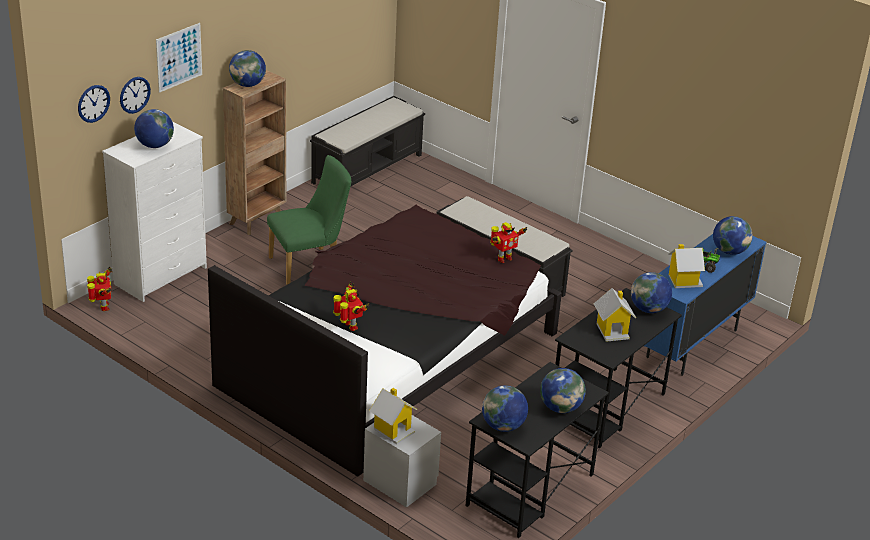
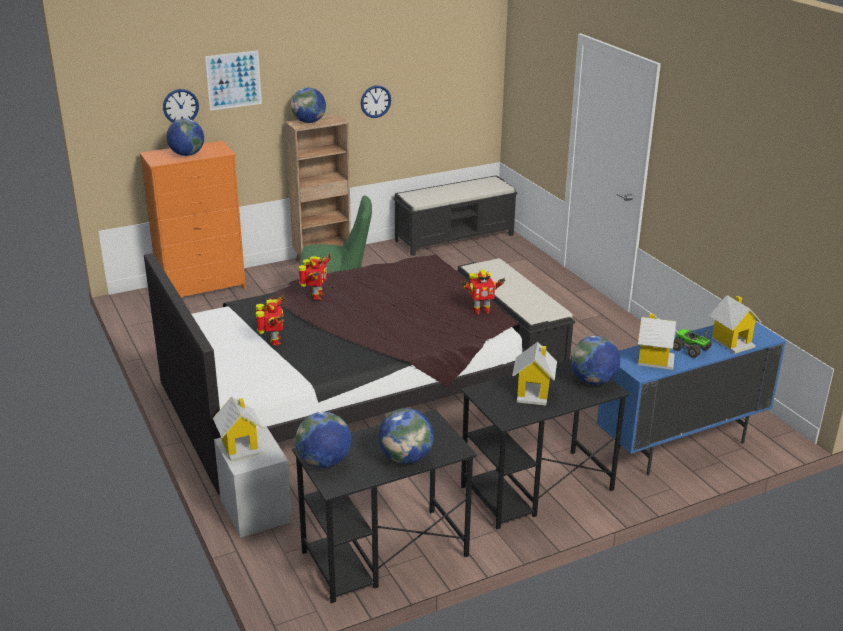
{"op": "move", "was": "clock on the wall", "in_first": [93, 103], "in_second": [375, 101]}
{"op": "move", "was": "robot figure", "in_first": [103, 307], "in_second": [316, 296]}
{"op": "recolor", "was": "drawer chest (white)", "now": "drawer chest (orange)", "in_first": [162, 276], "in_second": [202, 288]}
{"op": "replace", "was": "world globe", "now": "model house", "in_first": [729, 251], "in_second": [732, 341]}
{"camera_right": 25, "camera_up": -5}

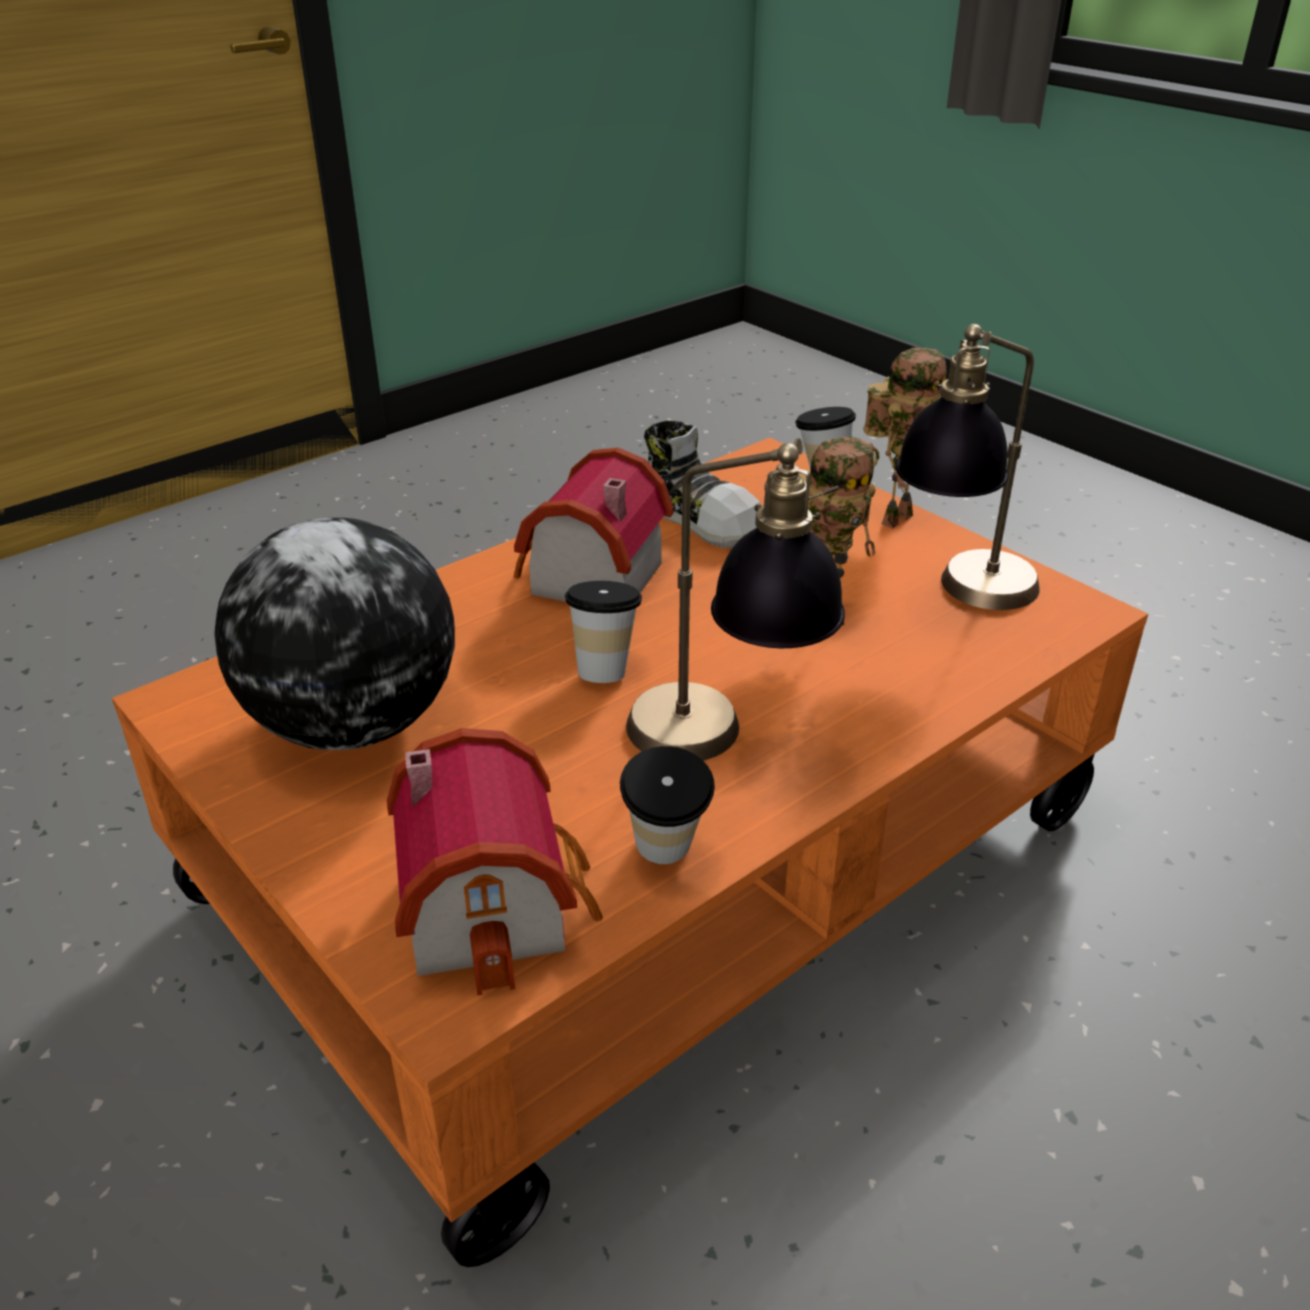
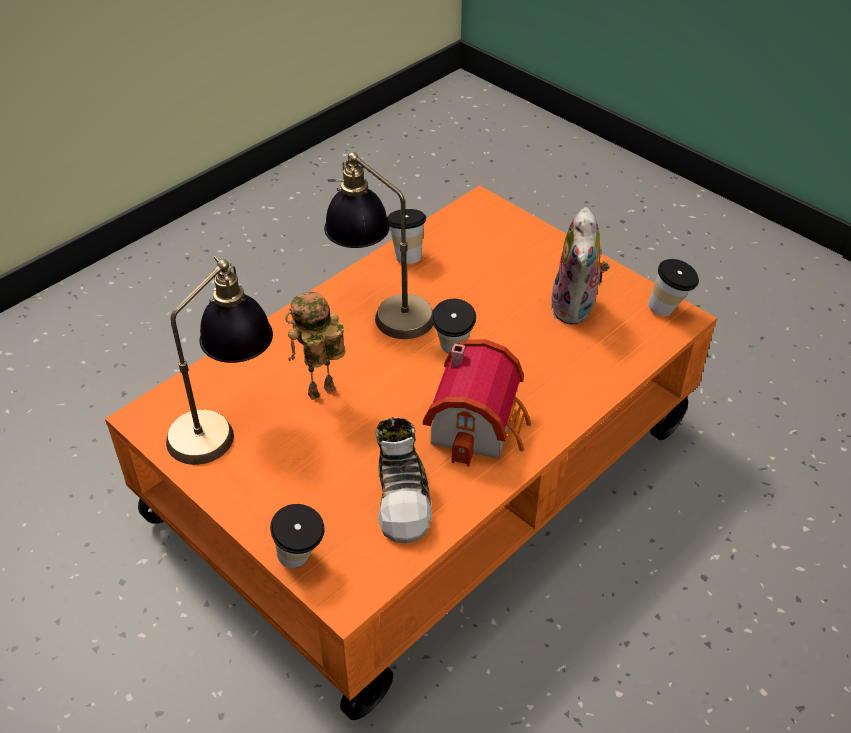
{"op": "replace", "was": "world globe", "now": "plush toy", "in_first": [354, 725], "in_second": [576, 308]}
{"op": "delete", "was": "model house", "in_first": [496, 903]}
{"op": "rotate", "was": "shoe", "in_first": [702, 518], "in_second": [404, 498], "clockwise": -135}
{"op": "delete", "was": "robot figure", "in_first": [894, 517]}
{"op": "insert", "now": "drinking cup", "in_second": [669, 310]}
{"camera_right": 175, "camera_up": 10}

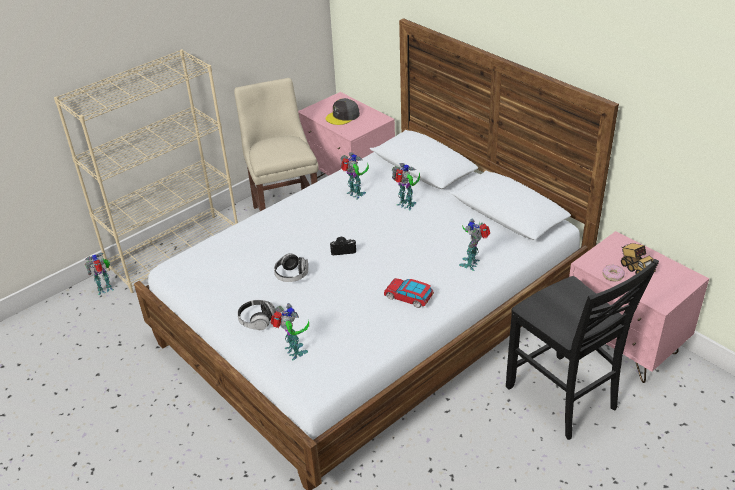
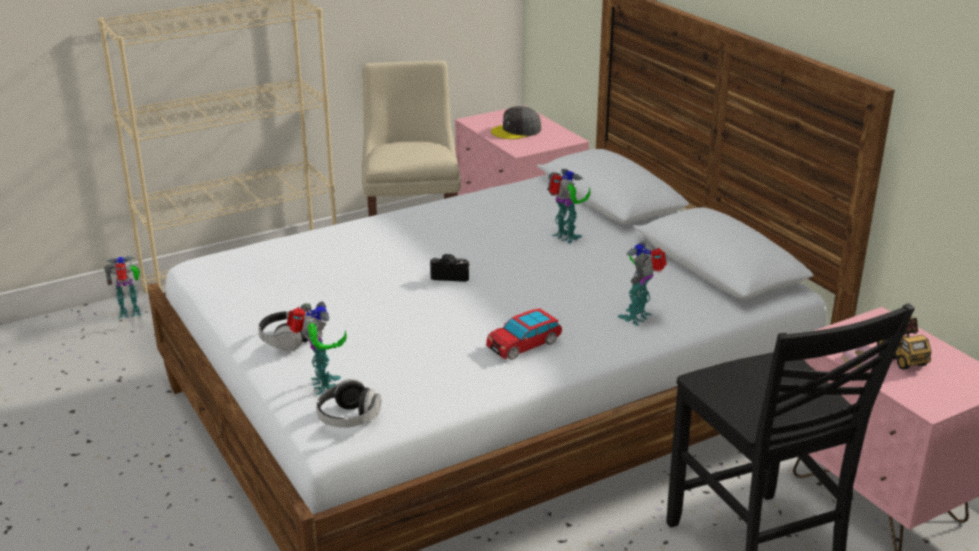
{"op": "move", "was": "headset", "in_first": [292, 275], "in_second": [348, 418]}
{"op": "delete", "was": "robot figure", "in_first": [355, 195]}
{"op": "rotate", "was": "miniature car", "in_first": [408, 297], "in_second": [524, 345], "clockwise": -75}
{"camera_right": 10, "camera_up": -10}

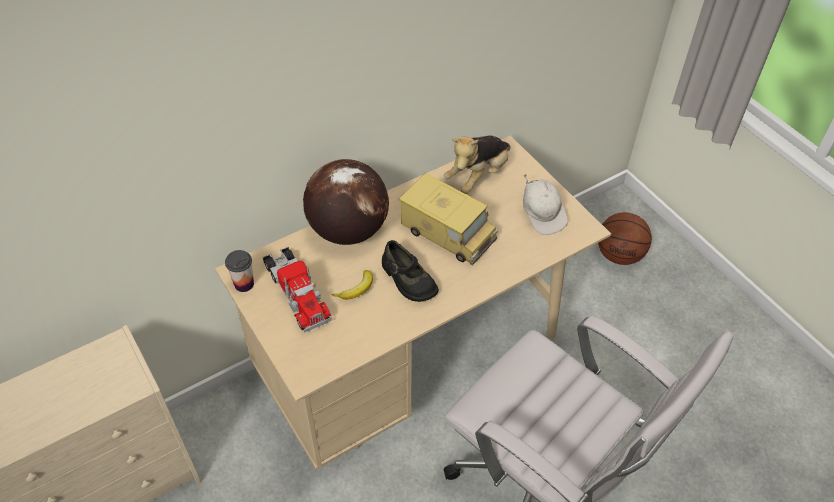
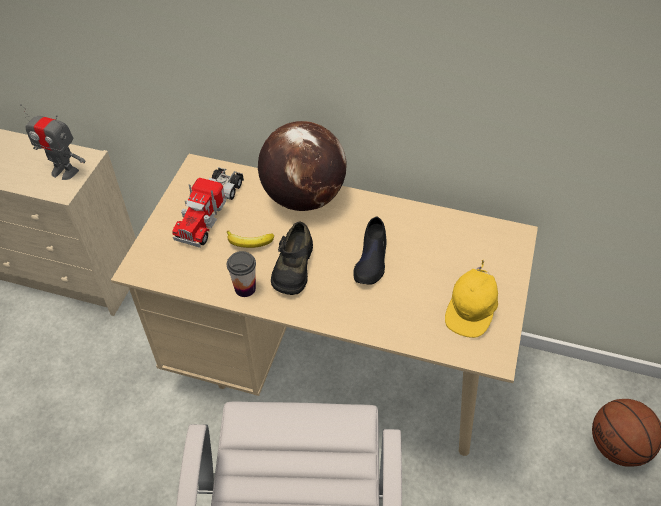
{"op": "move", "was": "drinking cup", "in_first": [244, 284], "in_second": [245, 288]}
{"op": "replace", "was": "toy lorry", "now": "shoe (black)", "in_first": [448, 233], "in_second": [371, 259]}
{"op": "delete", "was": "plush toy", "in_first": [478, 176]}
{"op": "recolor", "was": "peaked cap (white)", "now": "peaked cap (yellow-coloured)", "in_first": [542, 214], "in_second": [471, 311]}
{"op": "insert", "now": "robot figure", "in_second": [64, 171]}
{"camera_right": 50, "camera_up": 0}

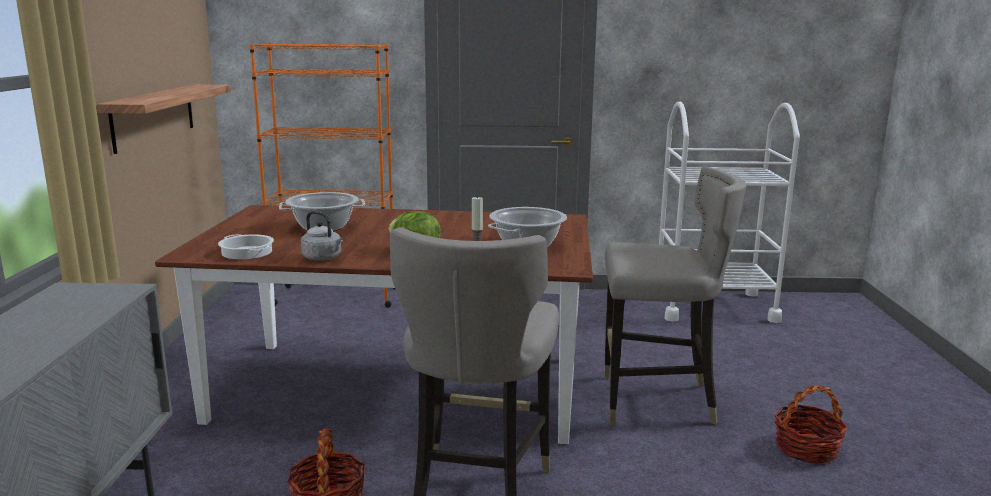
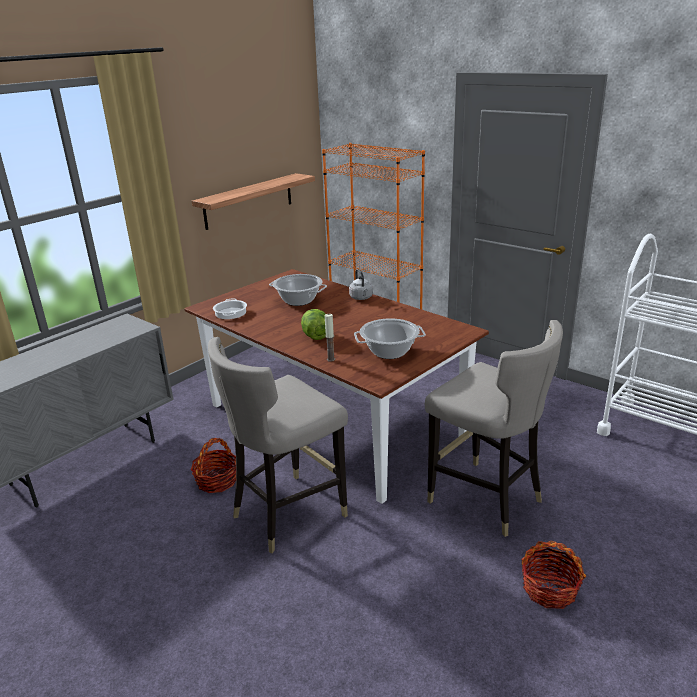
{"op": "move", "was": "water kettle (grey)", "in_first": [323, 258], "in_second": [361, 298]}
{"camera_right": 40, "camera_up": 10}

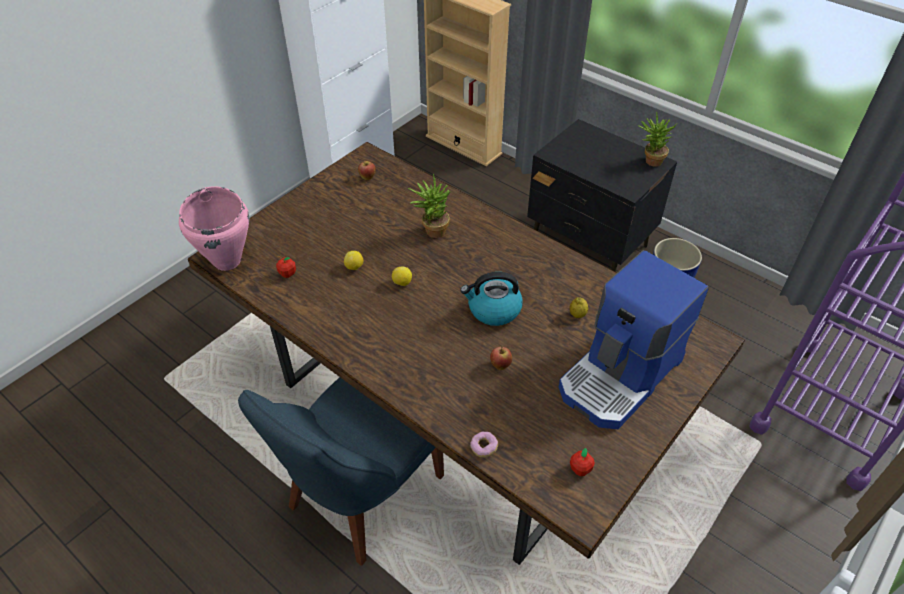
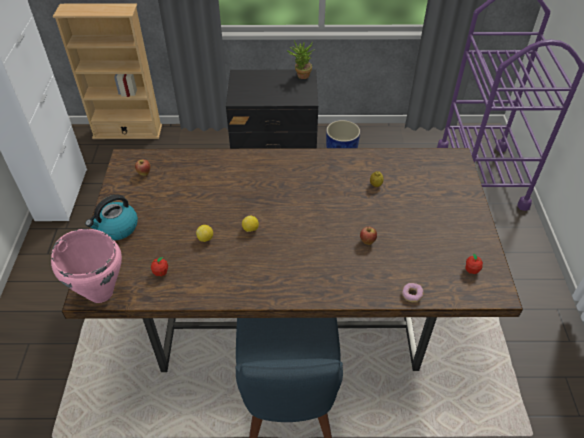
{"op": "delete", "was": "houseplant", "in_first": [431, 230]}
{"op": "move", "was": "water kettle", "in_first": [493, 310], "in_second": [116, 228]}
{"op": "delete", "was": "coffee brewer", "in_first": [621, 376]}
{"camera_right": -40, "camera_up": 0}

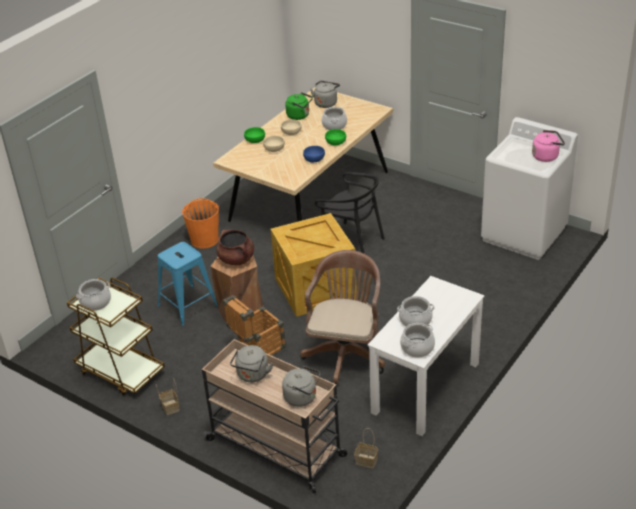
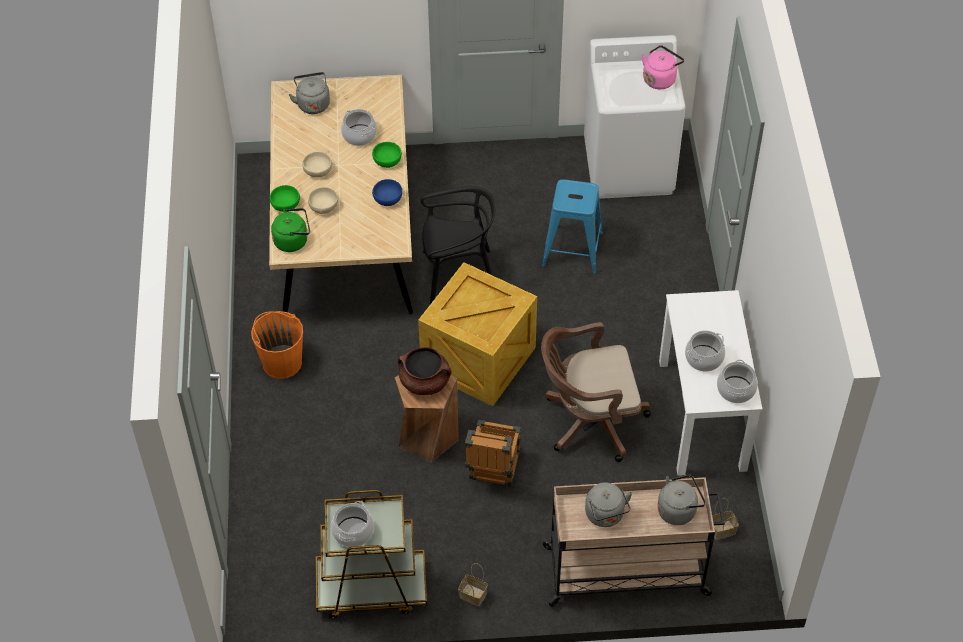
{"op": "move", "was": "stool (blue-coloured)", "in_first": [187, 306], "in_second": [572, 250]}
{"op": "move", "was": "water kettle (green-coloured)", "in_first": [299, 116], "in_second": [293, 240]}
{"op": "rotate", "was": "computer chair (brown)", "in_first": [346, 353], "in_second": [589, 421], "clockwise": -75}
{"camera_right": -40, "camera_up": 15}

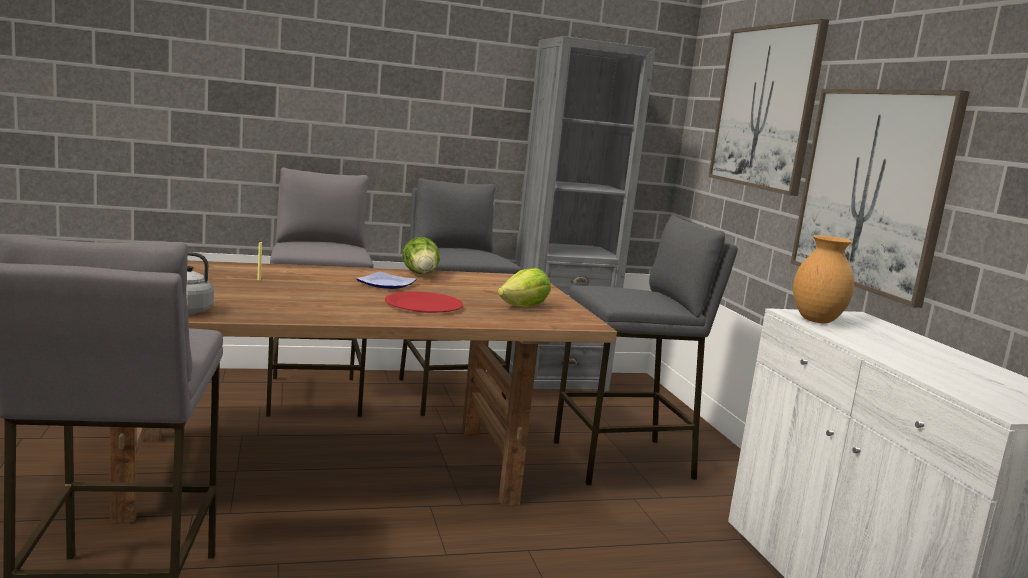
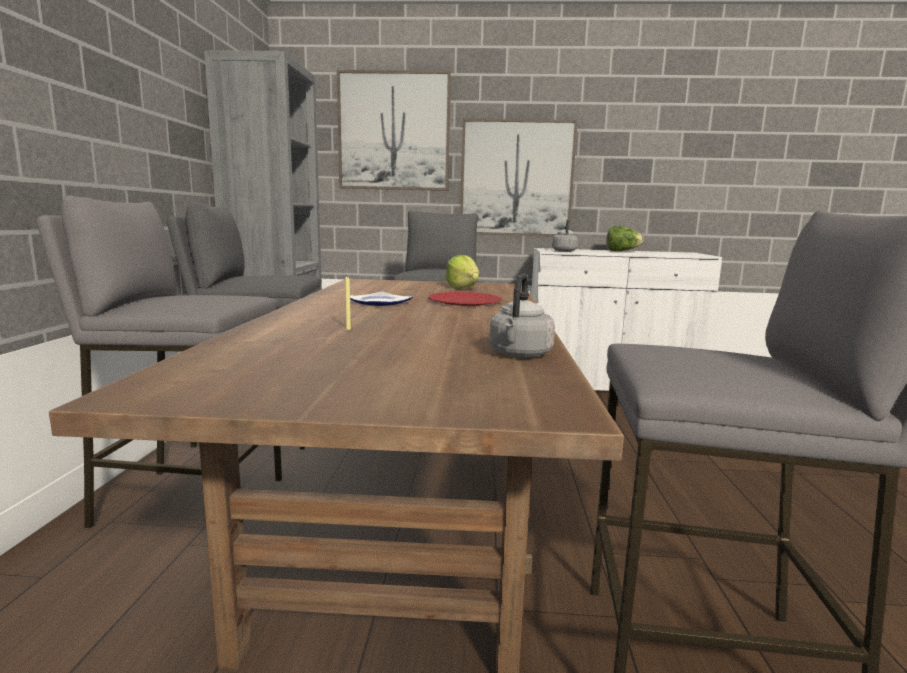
{"op": "move", "was": "lettuce", "in_first": [421, 275], "in_second": [622, 251]}
{"op": "replace", "was": "flower vase (brown)", "now": "water kettle (grey)", "in_first": [816, 320], "in_second": [564, 251]}
{"camera_right": -70, "camera_up": 0}

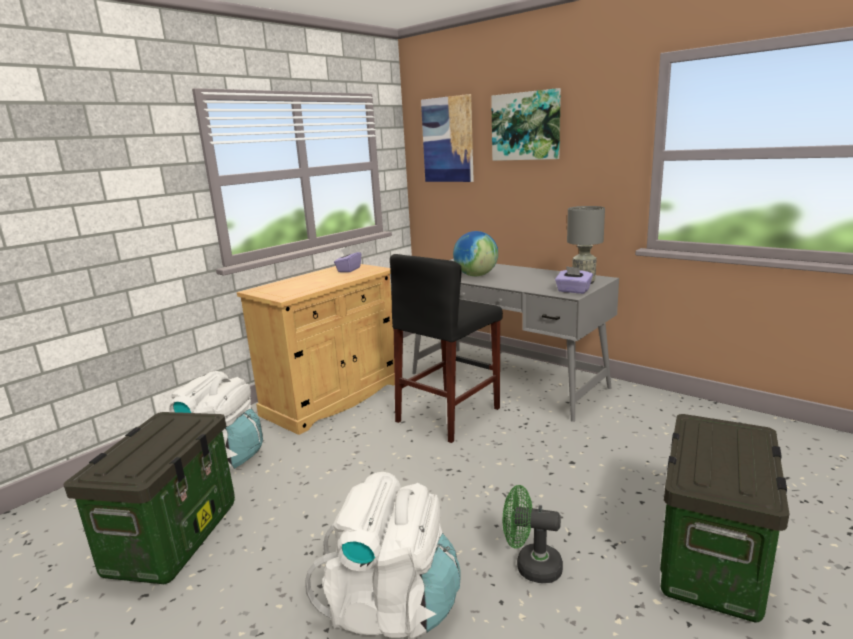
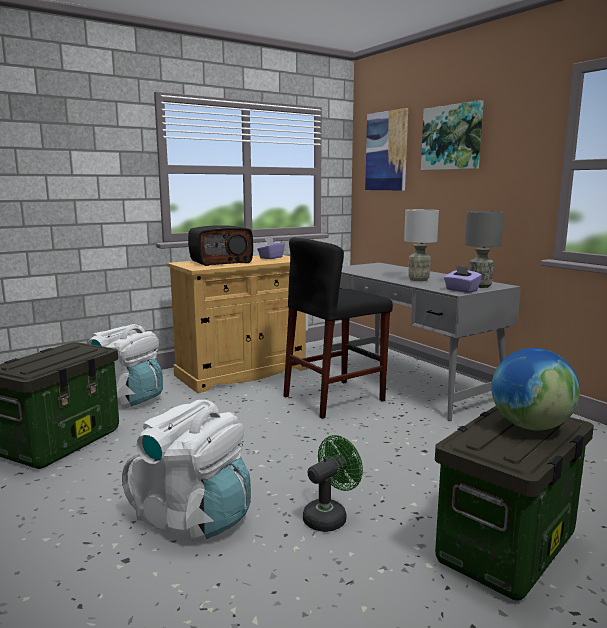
{"op": "move", "was": "world globe", "in_first": [476, 275], "in_second": [530, 426]}
{"op": "rotate", "was": "electric fan (green-coloured)", "in_first": [531, 566], "in_second": [329, 516], "clockwise": 105}
{"op": "insert", "now": "radio set", "in_second": [221, 262]}
{"op": "insert", "now": "table lamp (grey)", "in_second": [418, 279]}
{"camera_right": 15, "camera_up": -5}

